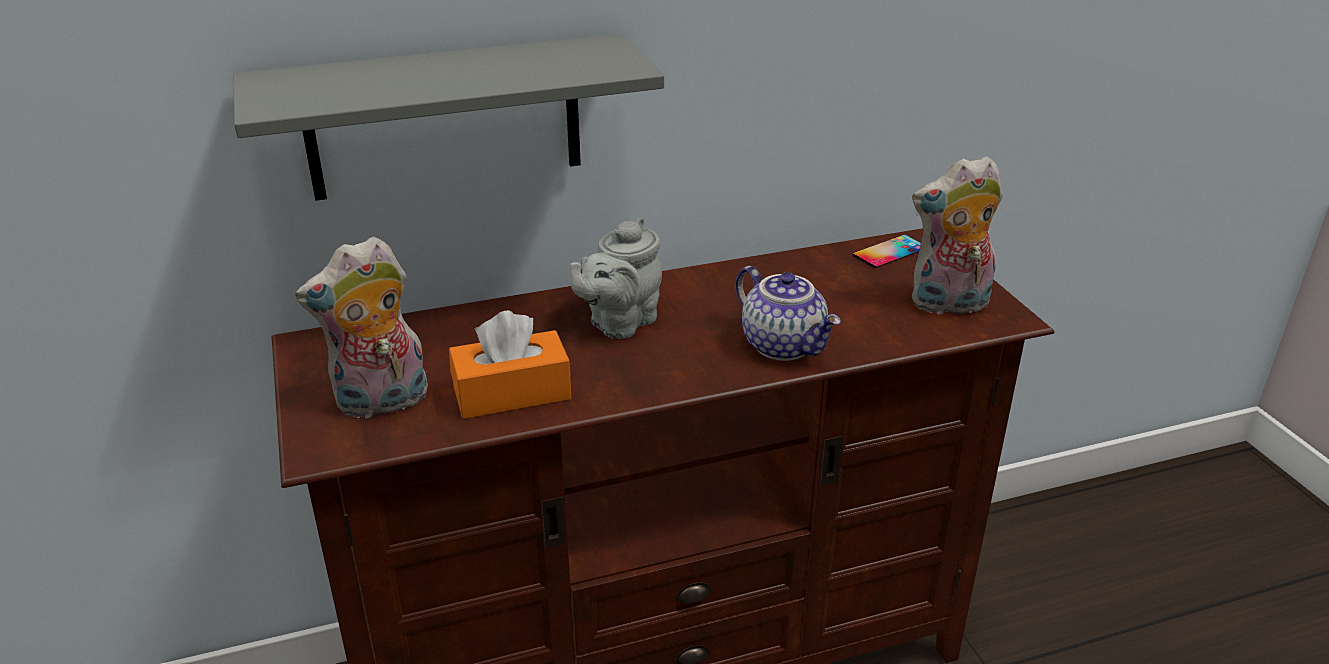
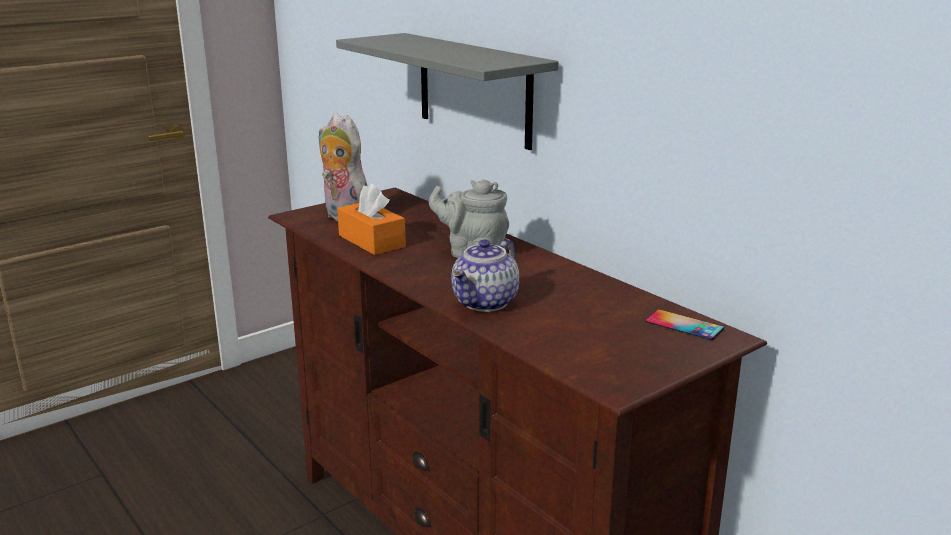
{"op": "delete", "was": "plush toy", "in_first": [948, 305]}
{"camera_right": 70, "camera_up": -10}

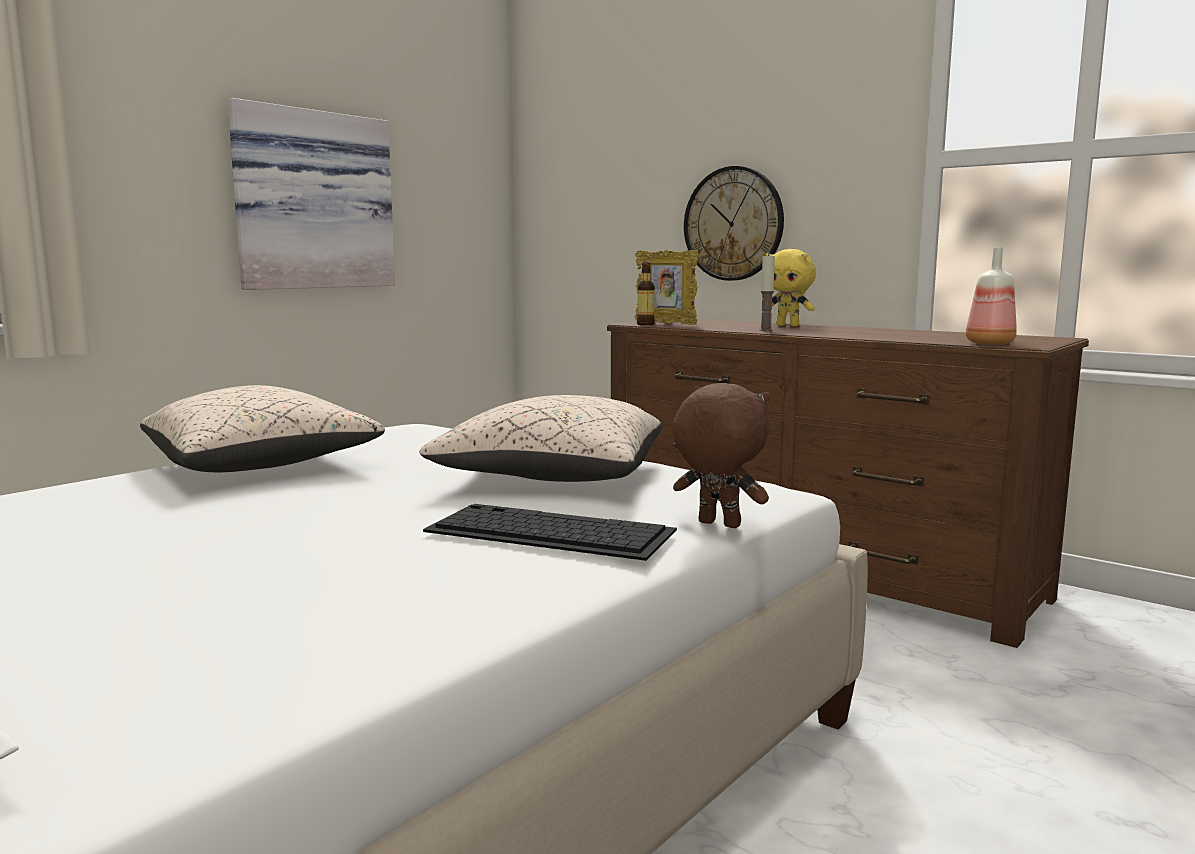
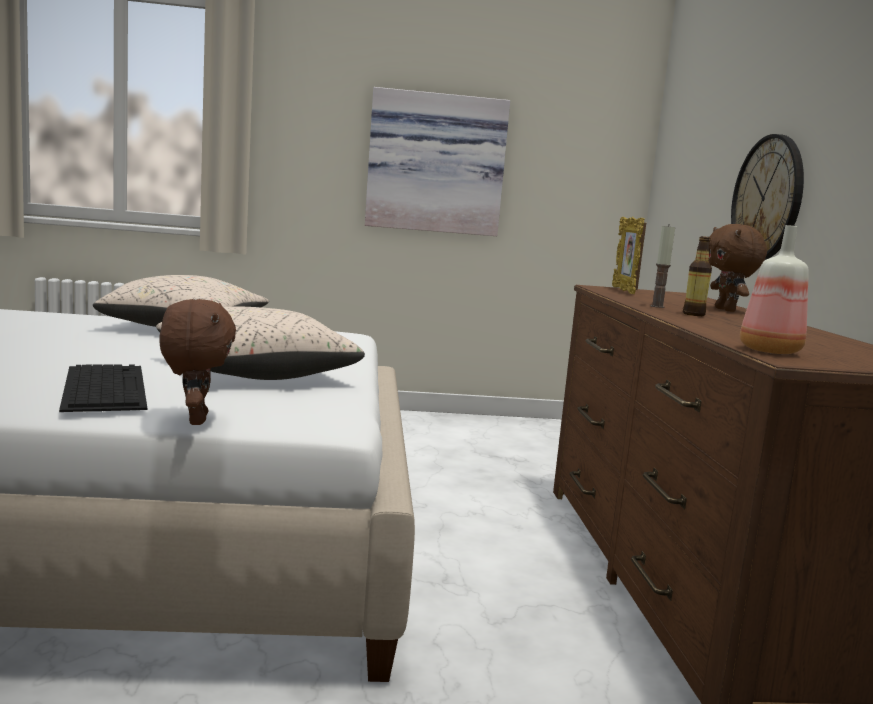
{"op": "move", "was": "drink bottle", "in_first": [645, 324], "in_second": [693, 314]}
{"op": "recolor", "was": "plush toy (yellow-coloured)", "now": "plush toy (brown)", "in_first": [788, 325], "in_second": [726, 310]}
{"camera_right": 45, "camera_up": 0}

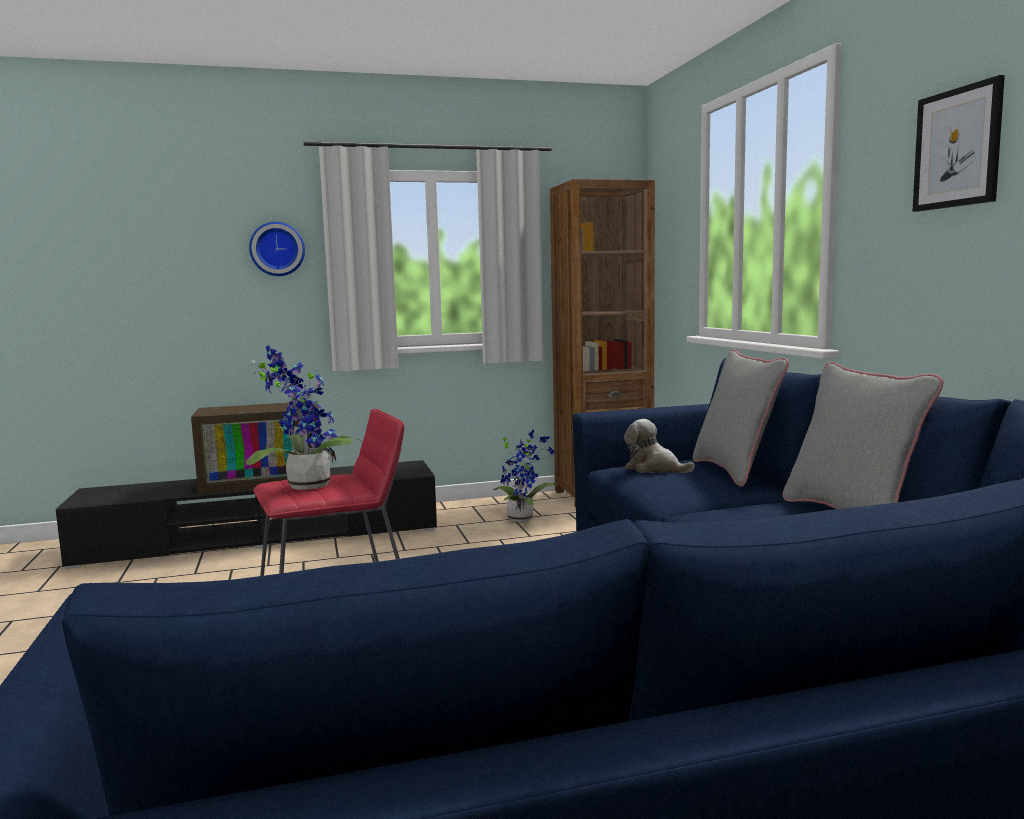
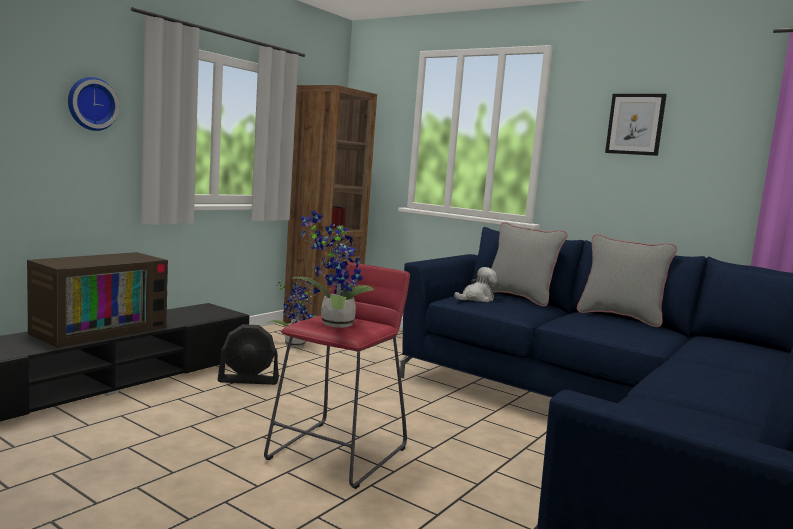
{"op": "rotate", "was": "plush toy", "in_first": [654, 469], "in_second": [476, 299], "clockwise": 150}
{"op": "insert", "now": "electric fan (black)", "in_second": [249, 380]}
{"camera_right": -40, "camera_up": 0}

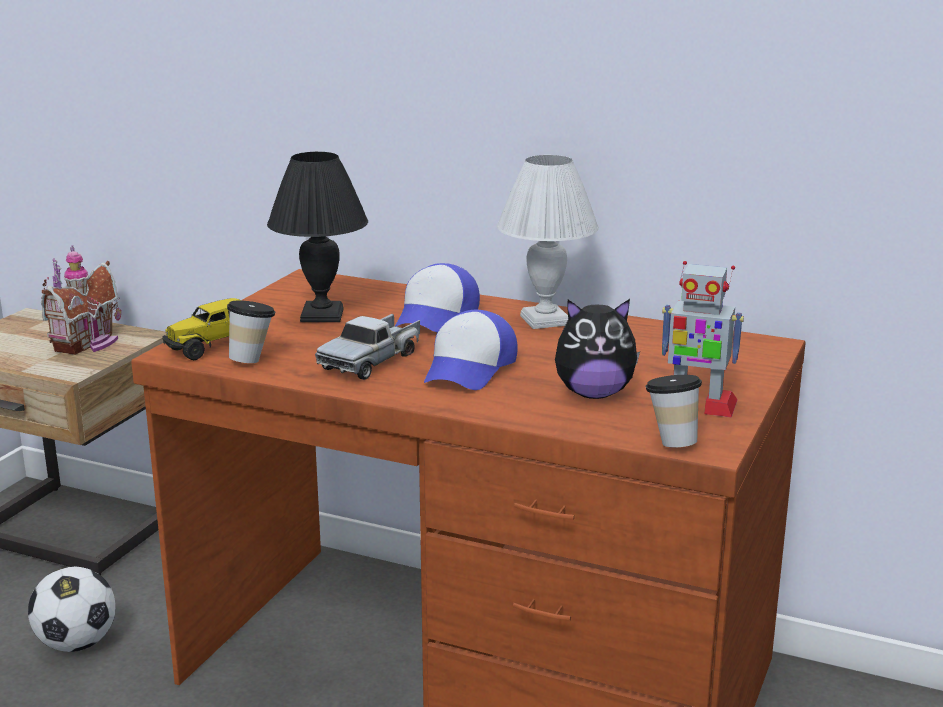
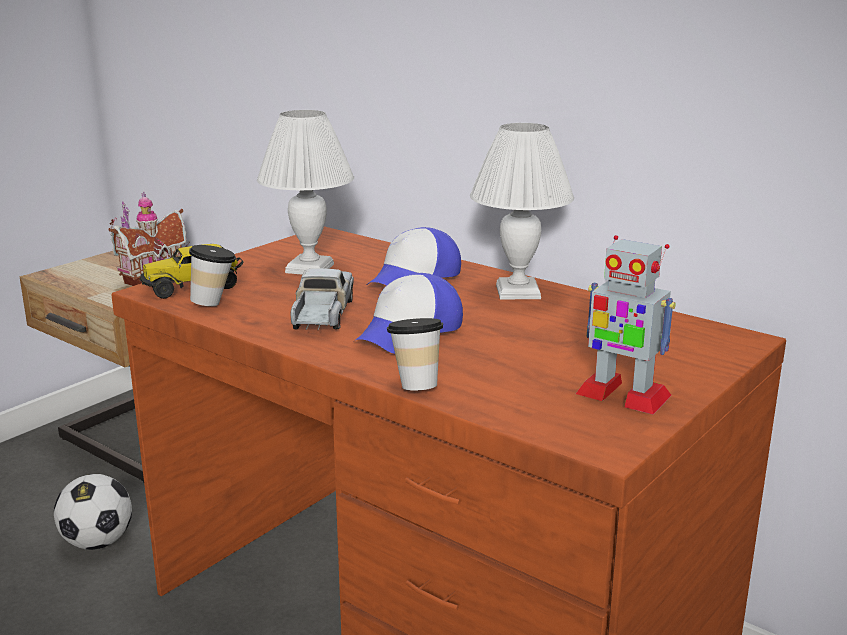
{"op": "recolor", "was": "table lamp (black)", "now": "table lamp (white)", "in_first": [321, 315], "in_second": [309, 268]}
{"op": "rotate", "was": "toy lorry", "in_first": [372, 360], "in_second": [322, 314], "clockwise": 135}
{"op": "delete", "was": "plush toy", "in_first": [594, 394]}
{"op": "move", "was": "drinking cup", "in_first": [671, 441], "in_second": [415, 385]}
{"camera_right": 15, "camera_up": 0}

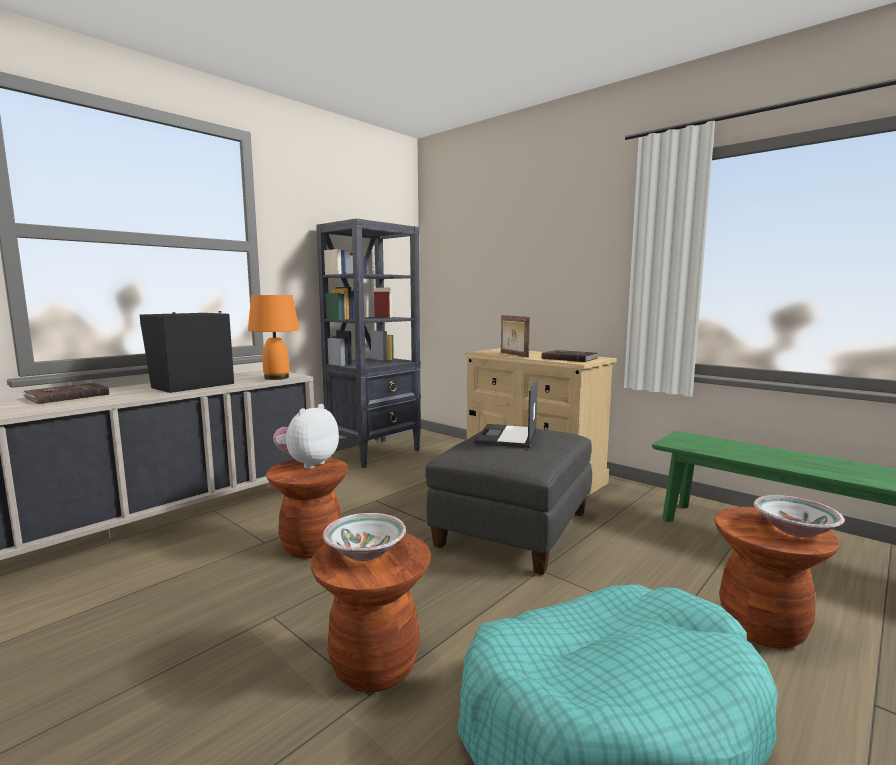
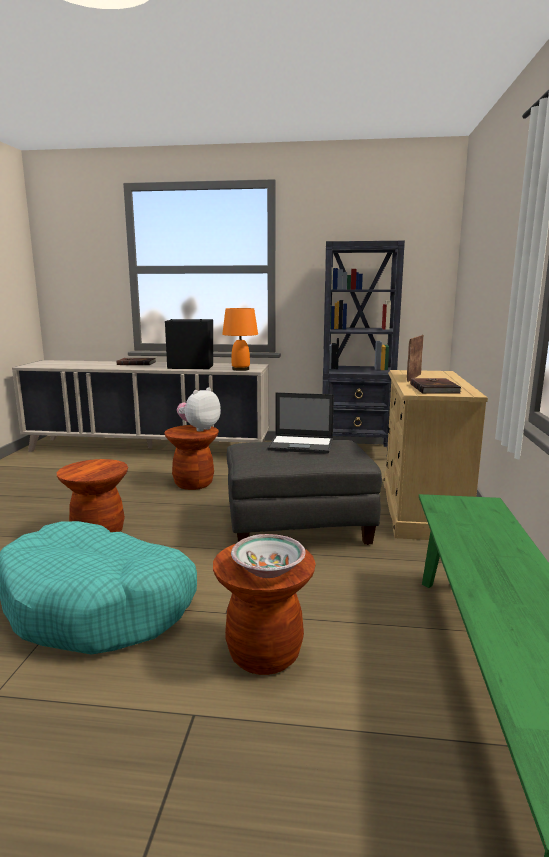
{"op": "rotate", "was": "plush toy", "in_first": [308, 464], "in_second": [199, 428], "clockwise": -45}
{"op": "delete", "was": "bowl", "in_first": [366, 552]}
{"op": "rotate", "was": "portable computer", "in_first": [507, 436], "in_second": [302, 445], "clockwise": -150}
{"camera_right": 55, "camera_up": 5}

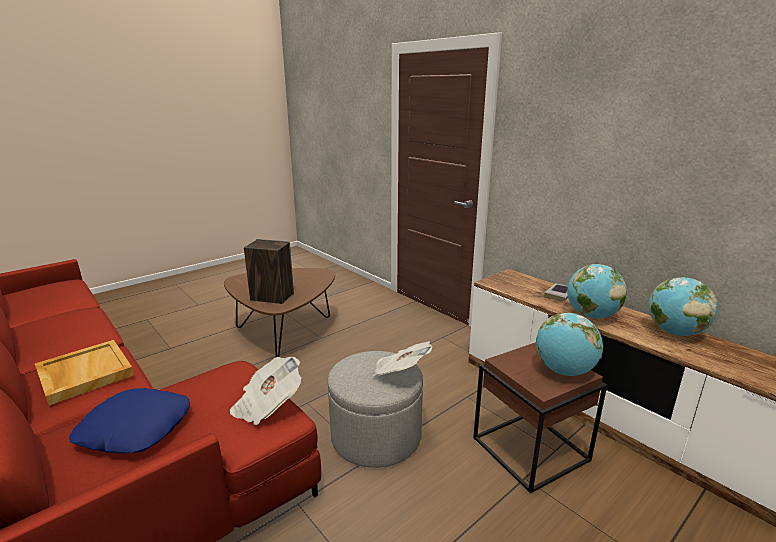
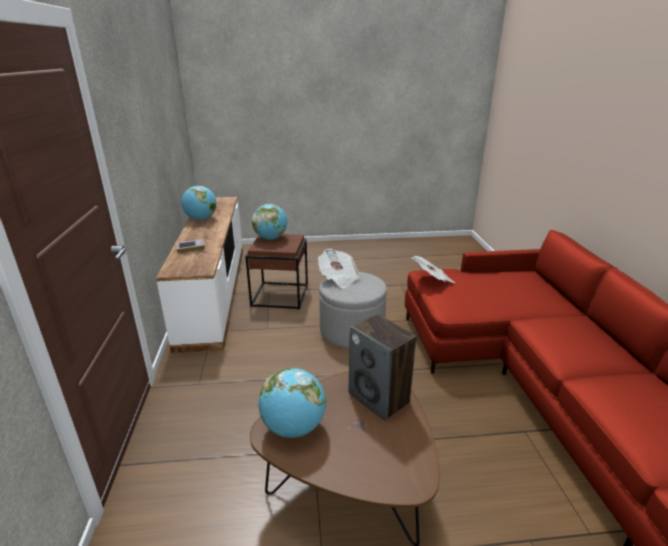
{"op": "delete", "was": "carrying tray (beige)", "in_first": [84, 373]}
{"op": "delete", "was": "pillow (blue-coloured)", "in_first": [135, 429]}
{"op": "move", "was": "world globe", "in_first": [591, 316], "in_second": [294, 427]}
{"camera_right": -145, "camera_up": 5}

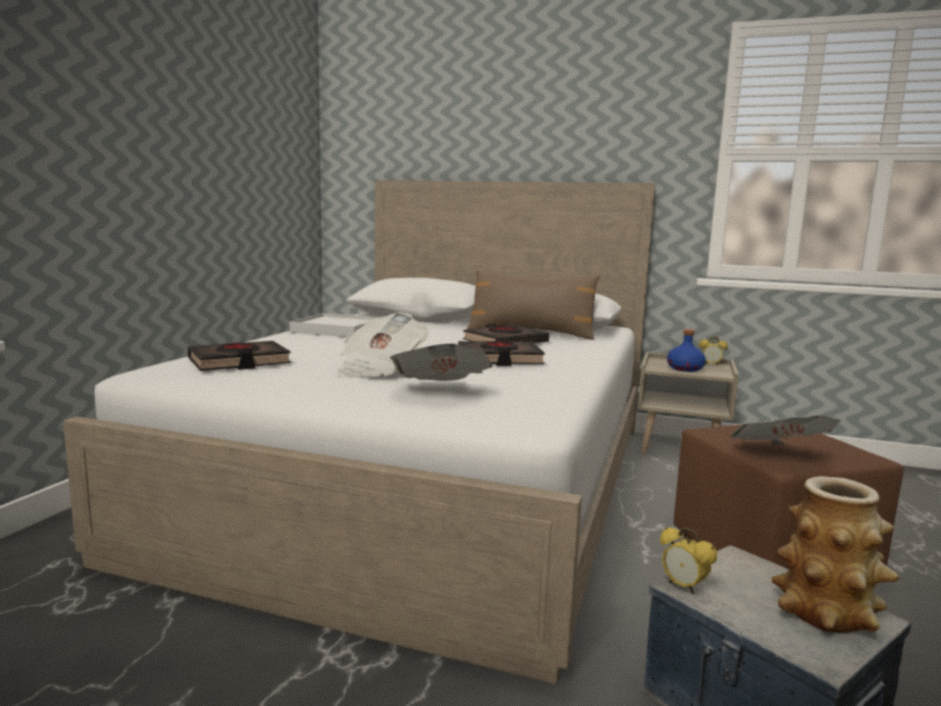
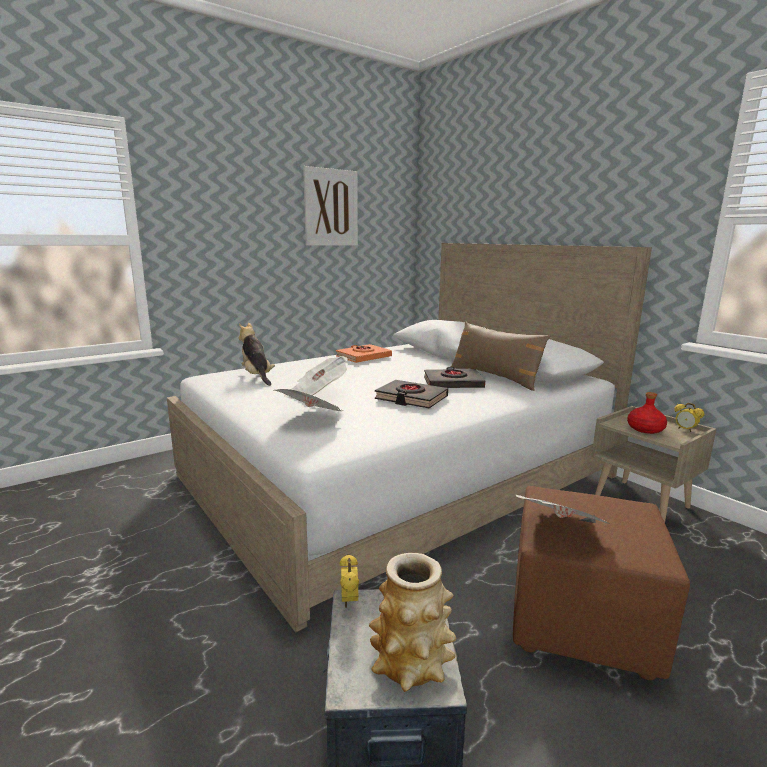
{"op": "replace", "was": "volume (black)", "now": "plush toy", "in_first": [239, 362], "in_second": [257, 377]}
{"op": "replace", "was": "carrying tray (white)", "now": "volume (orange)", "in_first": [337, 329], "in_second": [363, 357]}
{"op": "recolor", "was": "drink bottle (blue-coloured)", "now": "drink bottle (red)", "in_first": [685, 369], "in_second": [645, 429]}
{"op": "insert", "now": "wall art", "in_second": [331, 208]}
{"camera_right": 35, "camera_up": 5}

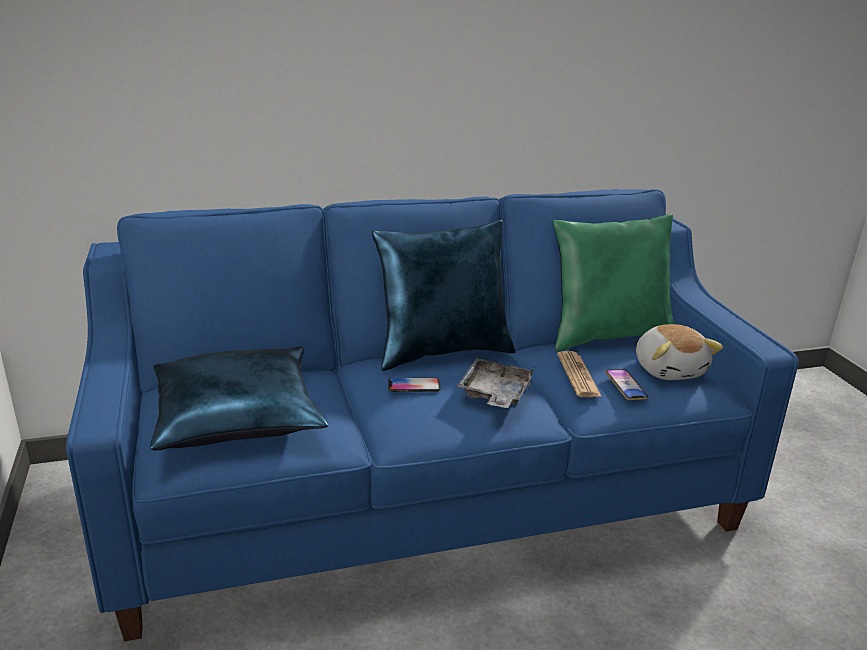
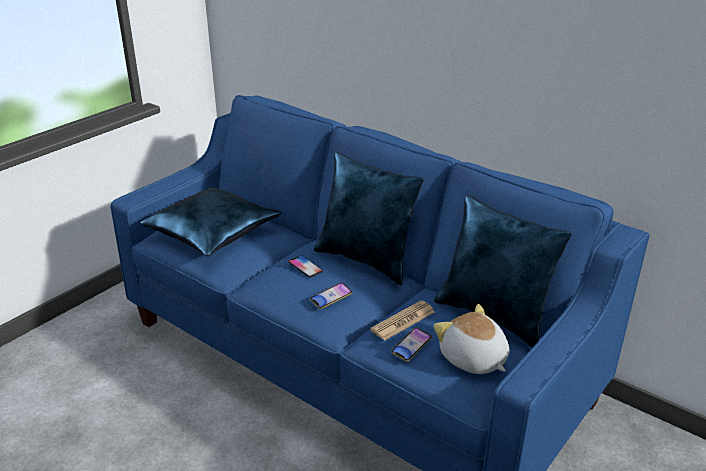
{"op": "replace", "was": "carrying tray (grey)", "now": "handset", "in_first": [494, 394], "in_second": [331, 298]}
{"op": "recolor", "was": "pillow (green-coloured)", "now": "pillow (blue-coloured)", "in_first": [608, 336], "in_second": [494, 316]}
{"op": "rotate", "was": "plush toy", "in_first": [669, 369], "in_second": [473, 359], "clockwise": 105}
{"camera_right": 55, "camera_up": 5}

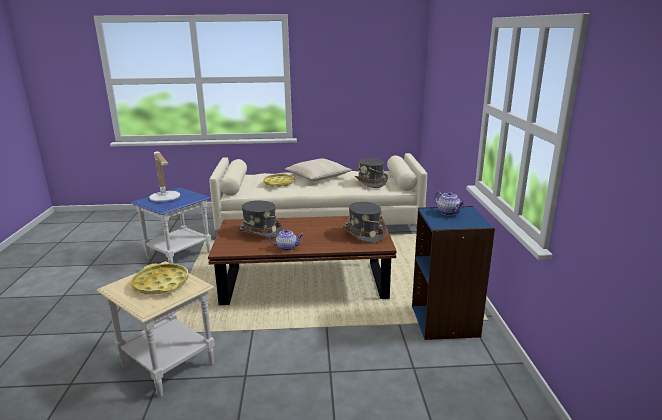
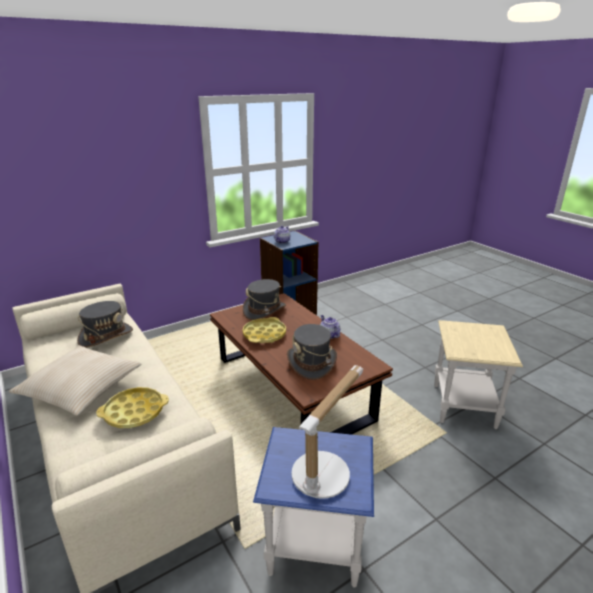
{"op": "move", "was": "carrying tray (yellow-coloured)", "in_first": [161, 284], "in_second": [264, 334]}
{"camera_right": -120, "camera_up": 5}

